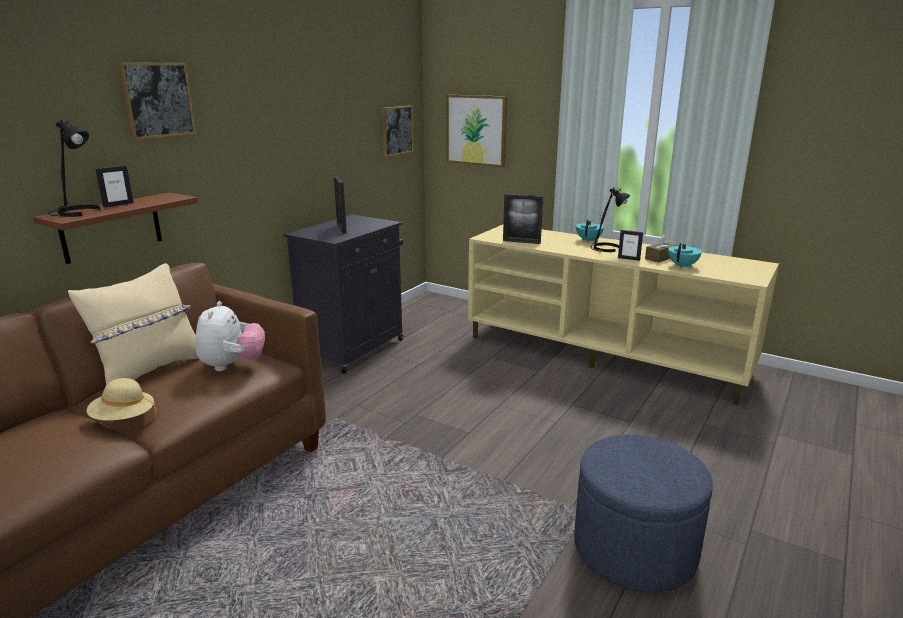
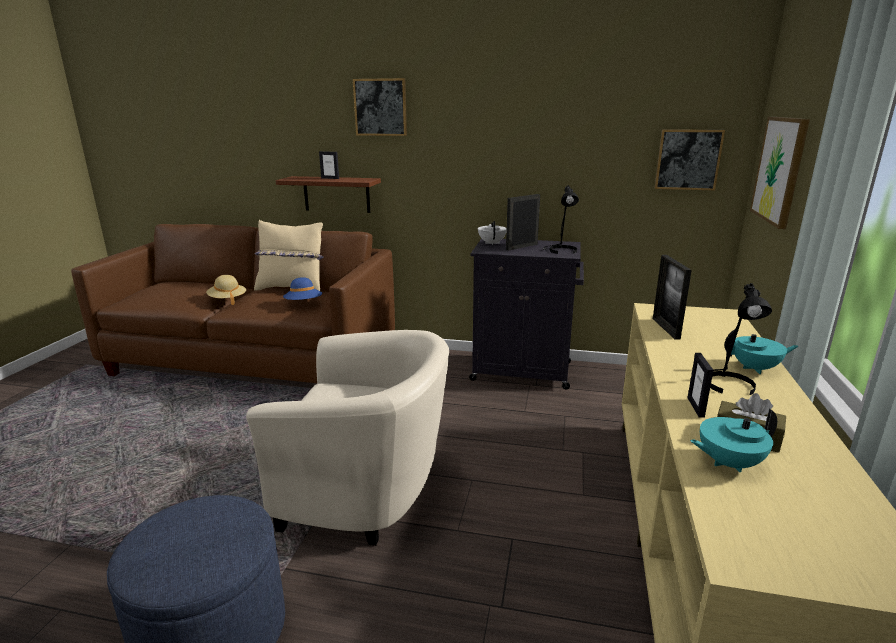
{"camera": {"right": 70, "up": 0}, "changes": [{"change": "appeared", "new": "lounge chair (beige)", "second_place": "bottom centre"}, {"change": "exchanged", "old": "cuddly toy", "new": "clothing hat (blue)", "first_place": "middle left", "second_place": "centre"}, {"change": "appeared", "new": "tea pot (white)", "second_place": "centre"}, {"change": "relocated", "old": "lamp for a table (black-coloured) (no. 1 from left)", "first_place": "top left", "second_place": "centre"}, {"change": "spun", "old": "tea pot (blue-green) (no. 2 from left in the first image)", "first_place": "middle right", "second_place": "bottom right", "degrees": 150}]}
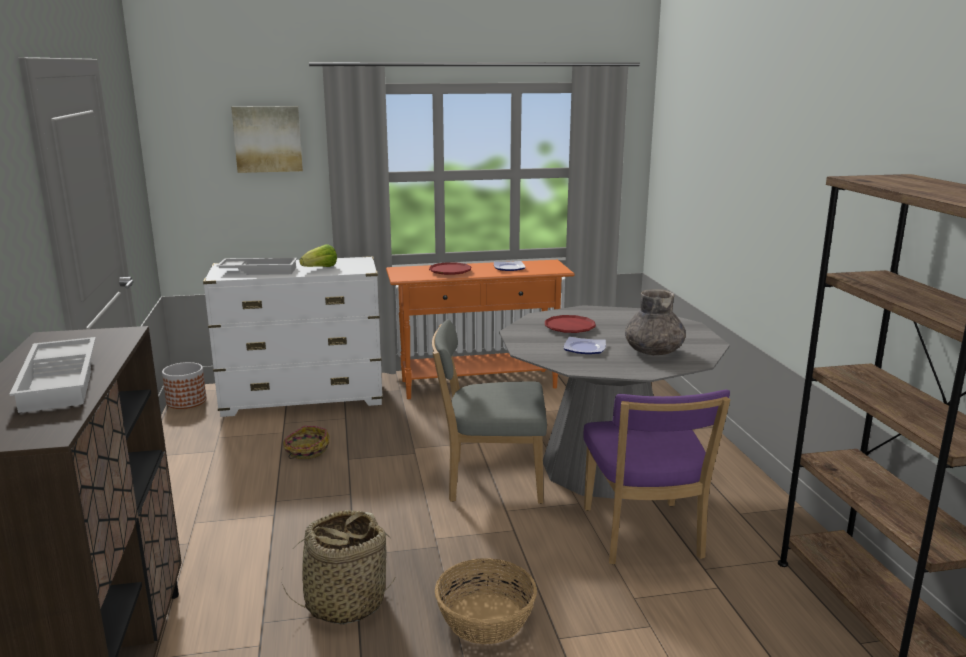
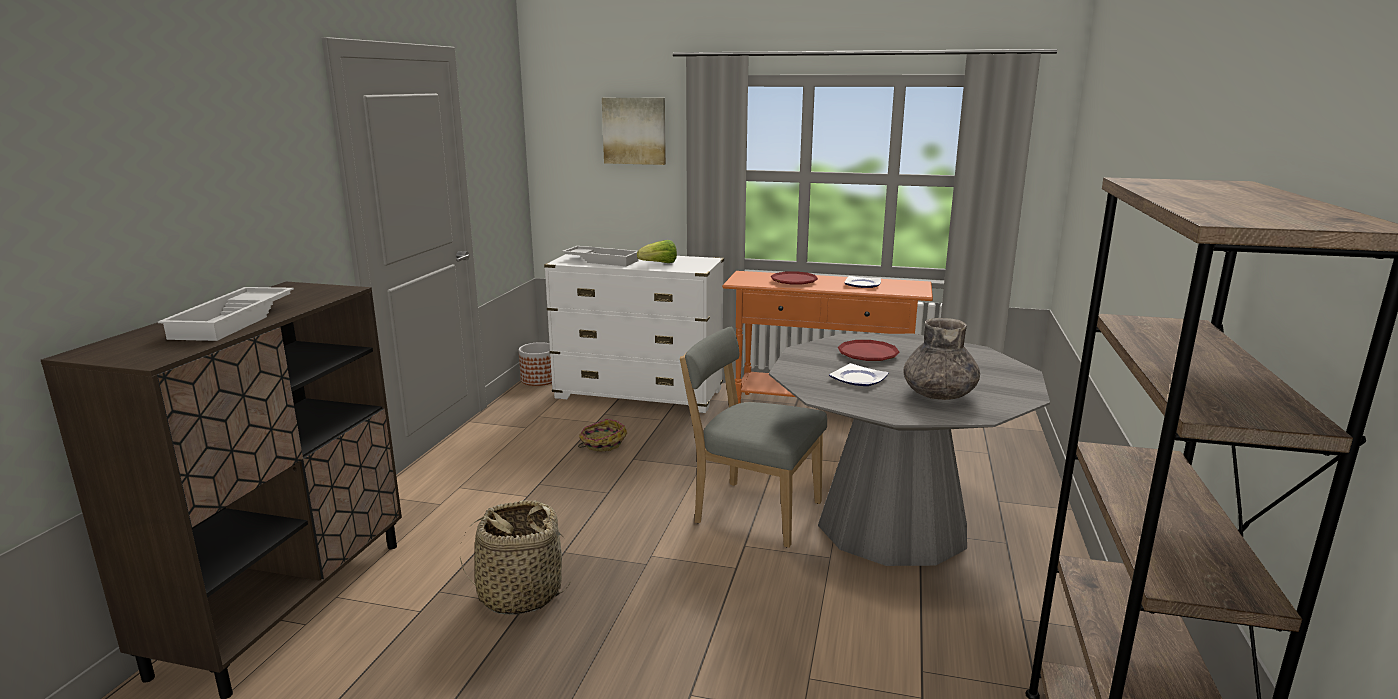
{"camera": {"right": 25, "up": 0}, "changes": [{"change": "missing", "old": "basket (no. 3 from left)", "first_place": "bottom centre"}, {"change": "missing", "old": "upright chair (purplish)", "first_place": "bottom right"}]}
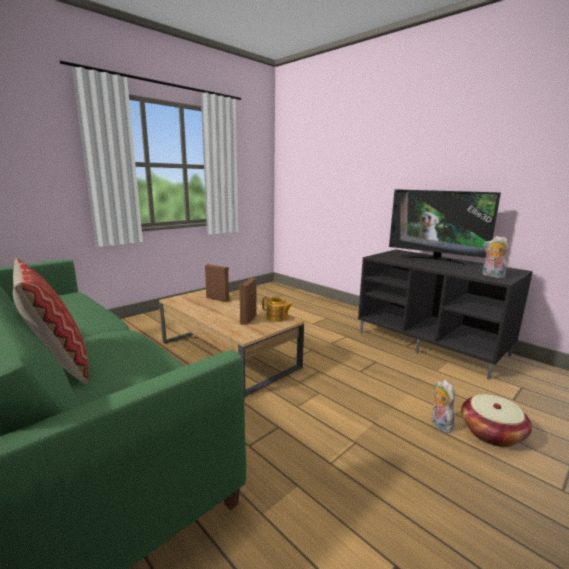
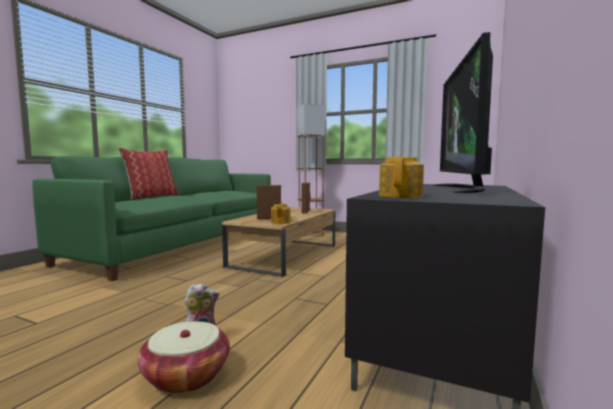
{"camera": {"right": 70, "up": -10}, "changes": [{"change": "appeared", "new": "standing lamp (brown-coloured)", "second_place": "centre"}, {"change": "exchanged", "old": "cuddly toy (no. 2 from left)", "new": "tea pot (no. 2 from left)", "first_place": "middle right", "second_place": "centre"}]}
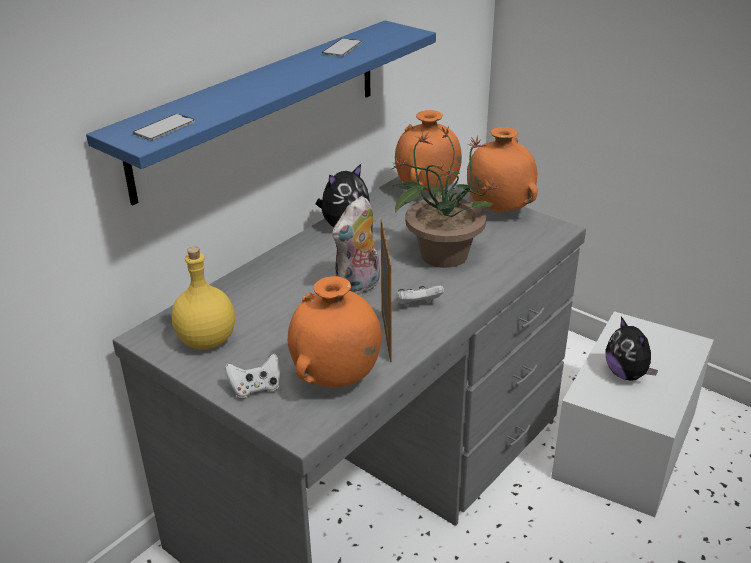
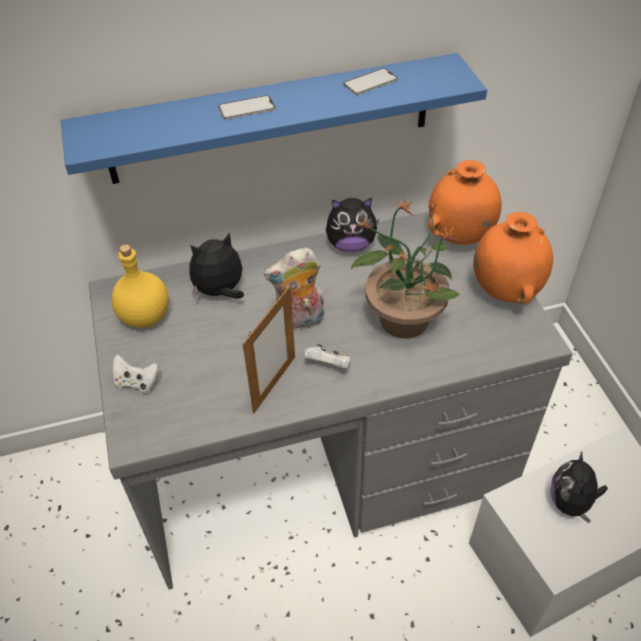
{"camera": {"right": 35, "up": 15}, "changes": [{"change": "appeared", "new": "cuddly toy (no. 1 from left)", "second_place": "centre"}, {"change": "relocated", "old": "handset (no. 1 from left)", "first_place": "top left", "second_place": "top centre"}, {"change": "missing", "old": "flower vase (orange-coloured) (no. 1 from left)", "first_place": "centre"}]}
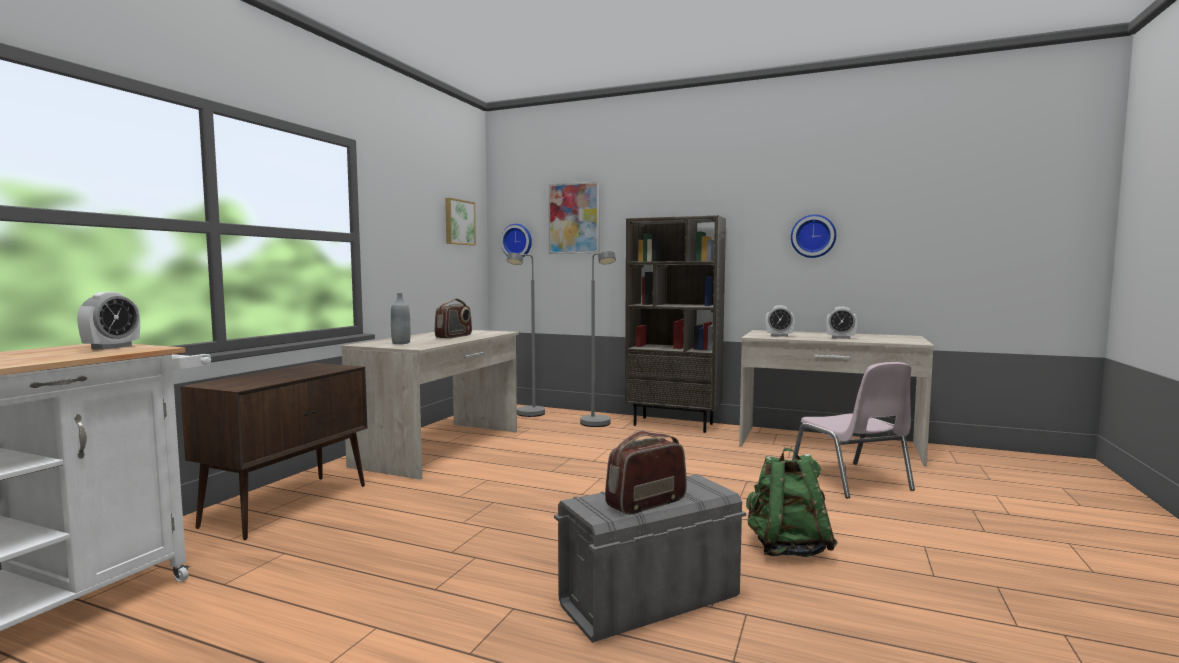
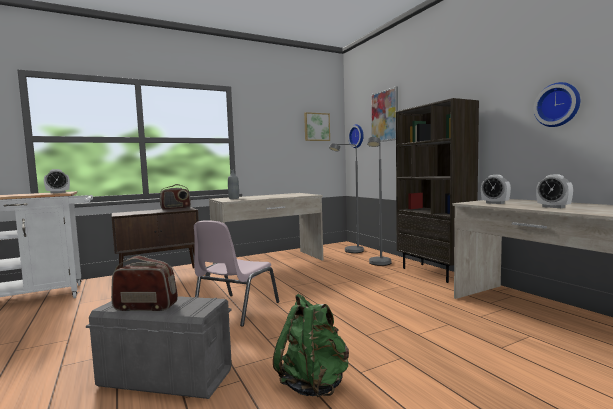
{"camera": {"right": 40, "up": 0}, "changes": [{"change": "relocated", "old": "radio (no. 1 from left in the first image)", "new": "radio (no. 2 from left)", "first_place": "centre", "second_place": "middle left"}, {"change": "relocated", "old": "upright chair (pink)", "first_place": "middle right", "second_place": "bottom centre"}]}
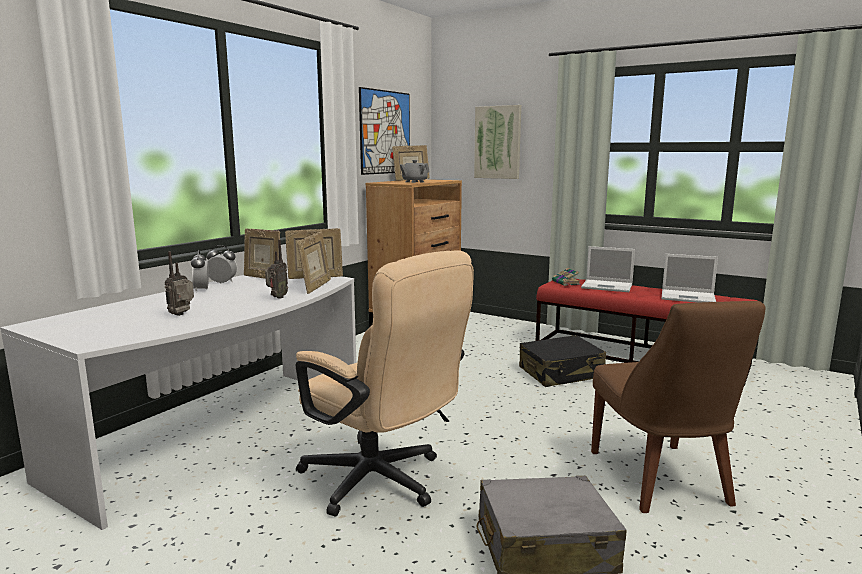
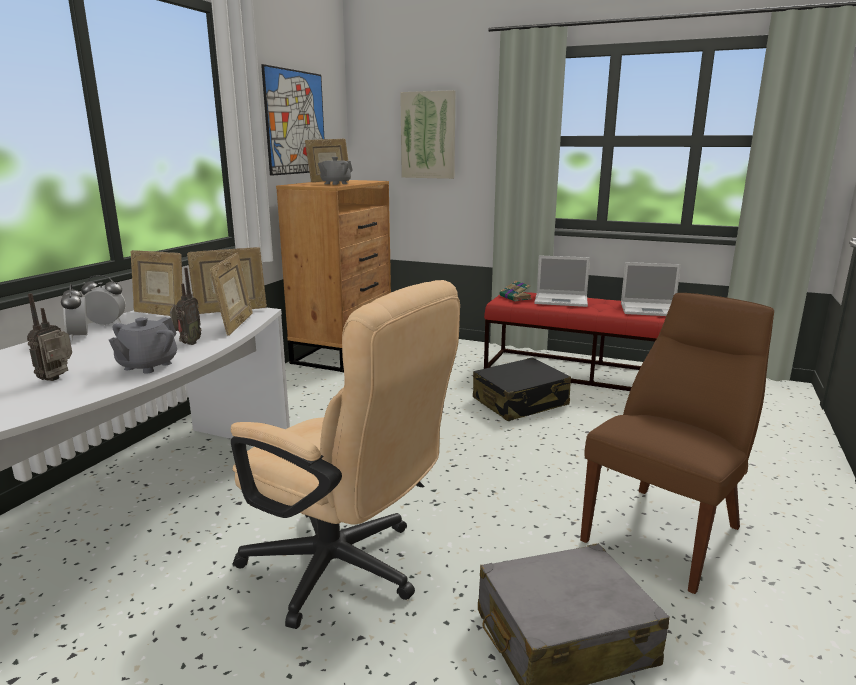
{"camera": {"right": -10, "up": 5}, "changes": [{"change": "appeared", "new": "tea pot (gray) (no. 1 from left)", "second_place": "middle left"}, {"change": "spun", "old": "upright chair (brown-coloured)", "first_place": "bottom right", "second_place": "middle right", "degrees": -120}]}
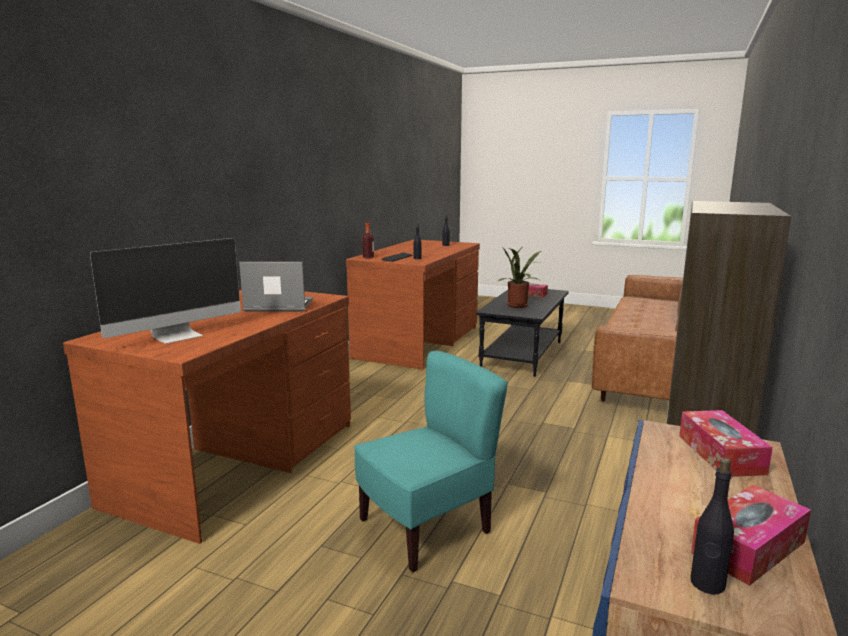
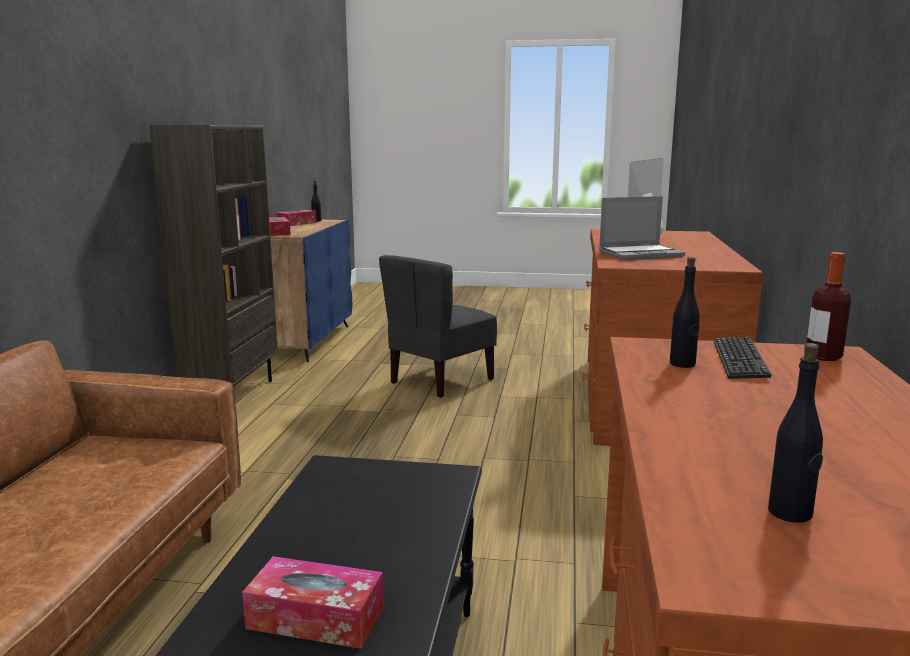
{"camera": {"right": 165, "up": 0}, "changes": [{"change": "colour", "old": "upright chair (blue-green)", "new": "upright chair (gray)", "first_place": "bottom centre", "second_place": "centre"}, {"change": "missing", "old": "plant in a pot", "first_place": "centre"}]}
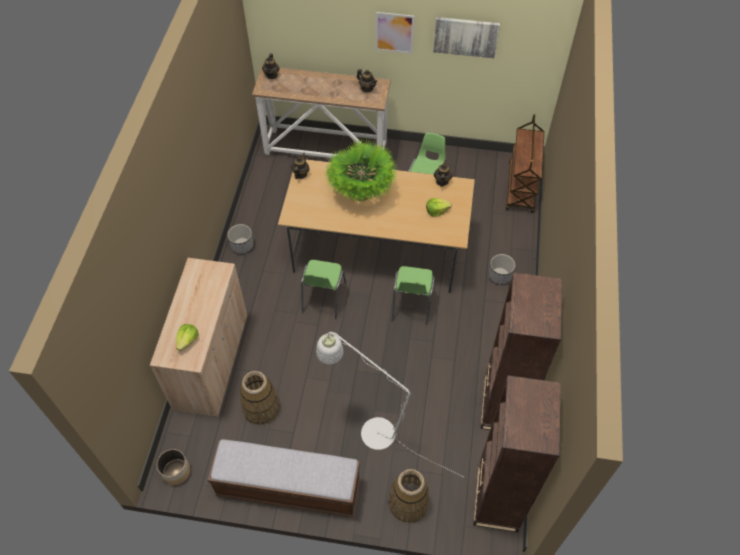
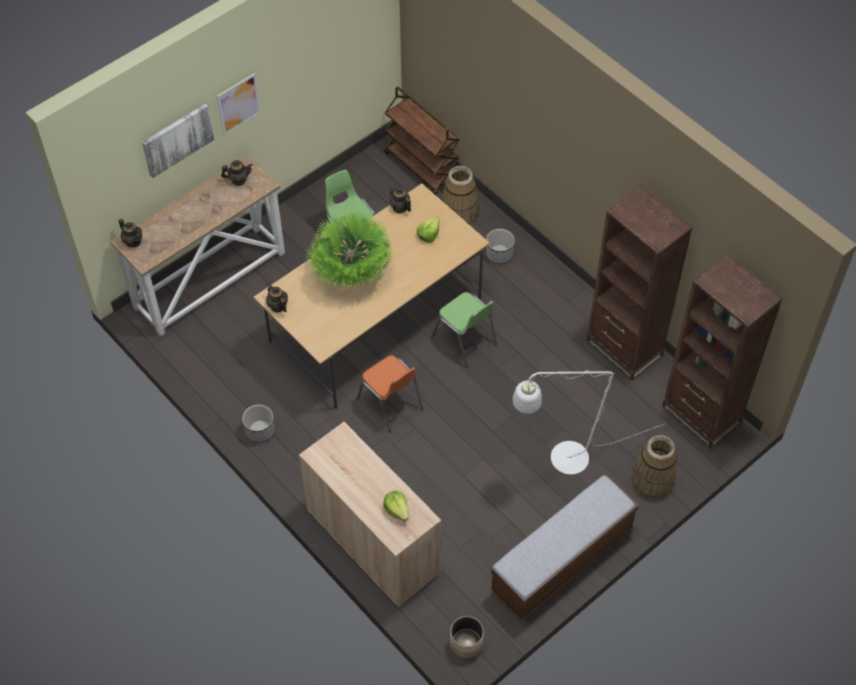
{"camera": {"right": -50, "up": 0}, "changes": [{"change": "relocated", "old": "wall art (no. 2 from left in the first image)", "new": "wall art (no. 1 from left)", "first_place": "top centre", "second_place": "top left"}, {"change": "colour", "old": "upright chair (green) (no. 1 from left)", "new": "upright chair (orange-coloured)", "first_place": "centre", "second_place": "centre"}, {"change": "relocated", "old": "basket (no. 1 from left)", "first_place": "bottom centre", "second_place": "top centre"}]}
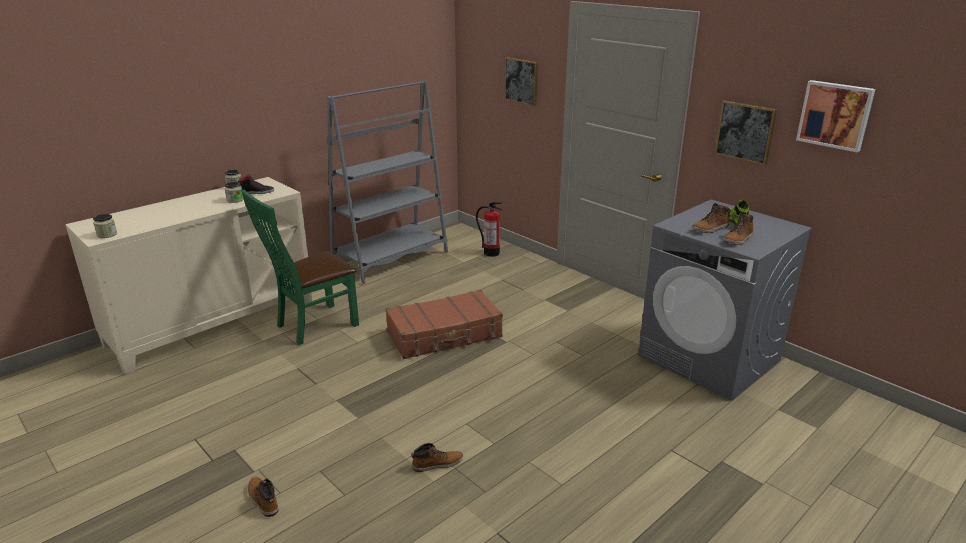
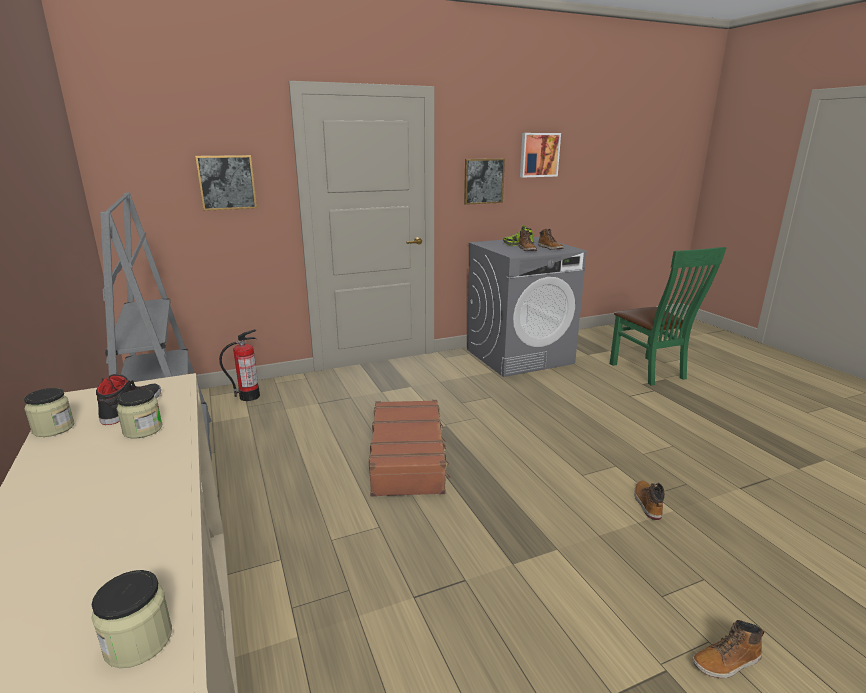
{"camera": {"right": -70, "up": -5}, "changes": [{"change": "relocated", "old": "upright chair (green)", "first_place": "middle left", "second_place": "middle right"}]}
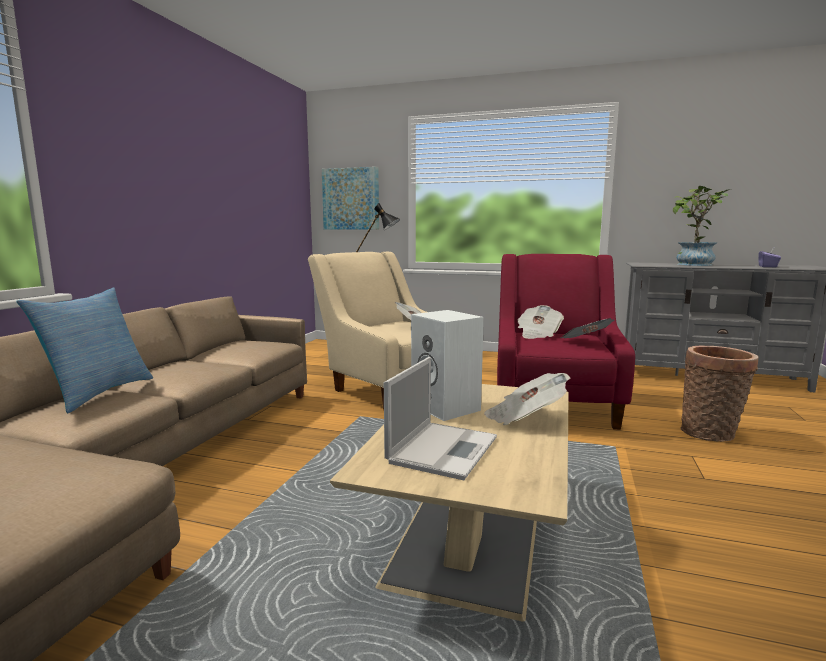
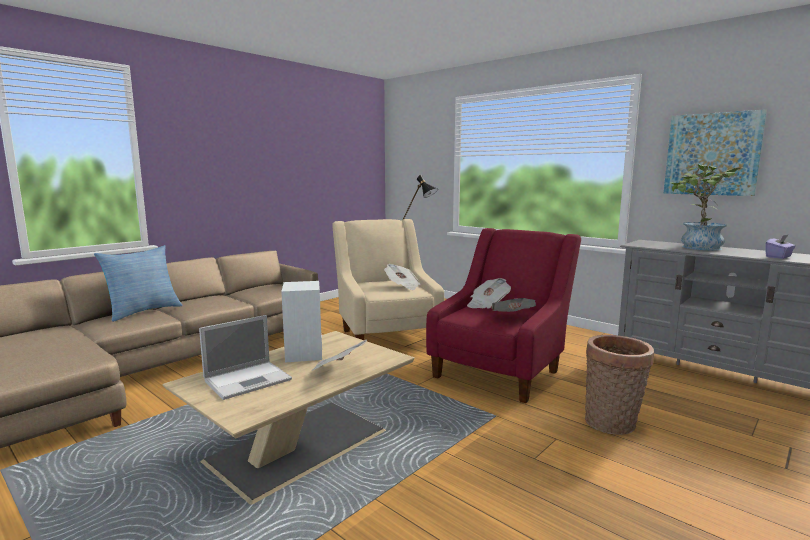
{"camera": {"right": 25, "up": 0}, "changes": [{"change": "relocated", "old": "wall art", "first_place": "top centre", "second_place": "top right"}]}
